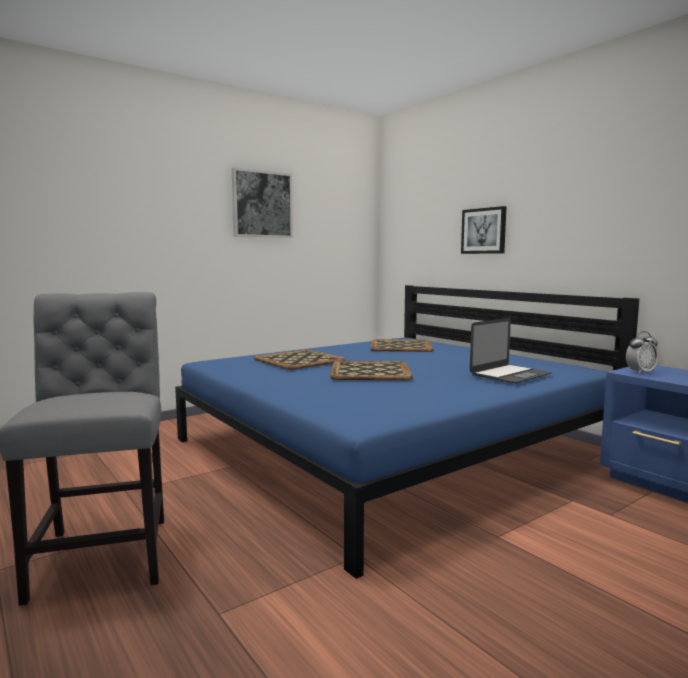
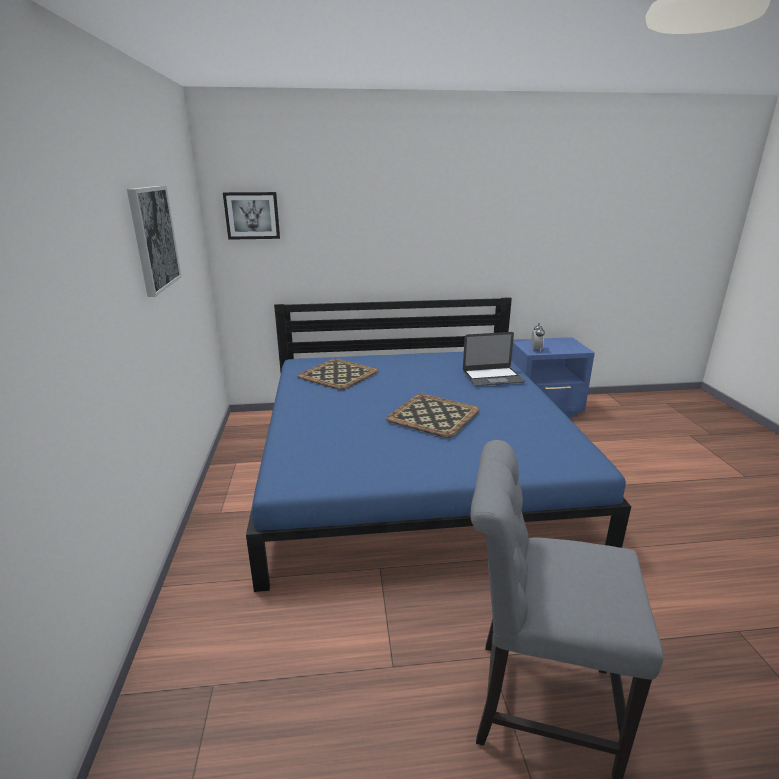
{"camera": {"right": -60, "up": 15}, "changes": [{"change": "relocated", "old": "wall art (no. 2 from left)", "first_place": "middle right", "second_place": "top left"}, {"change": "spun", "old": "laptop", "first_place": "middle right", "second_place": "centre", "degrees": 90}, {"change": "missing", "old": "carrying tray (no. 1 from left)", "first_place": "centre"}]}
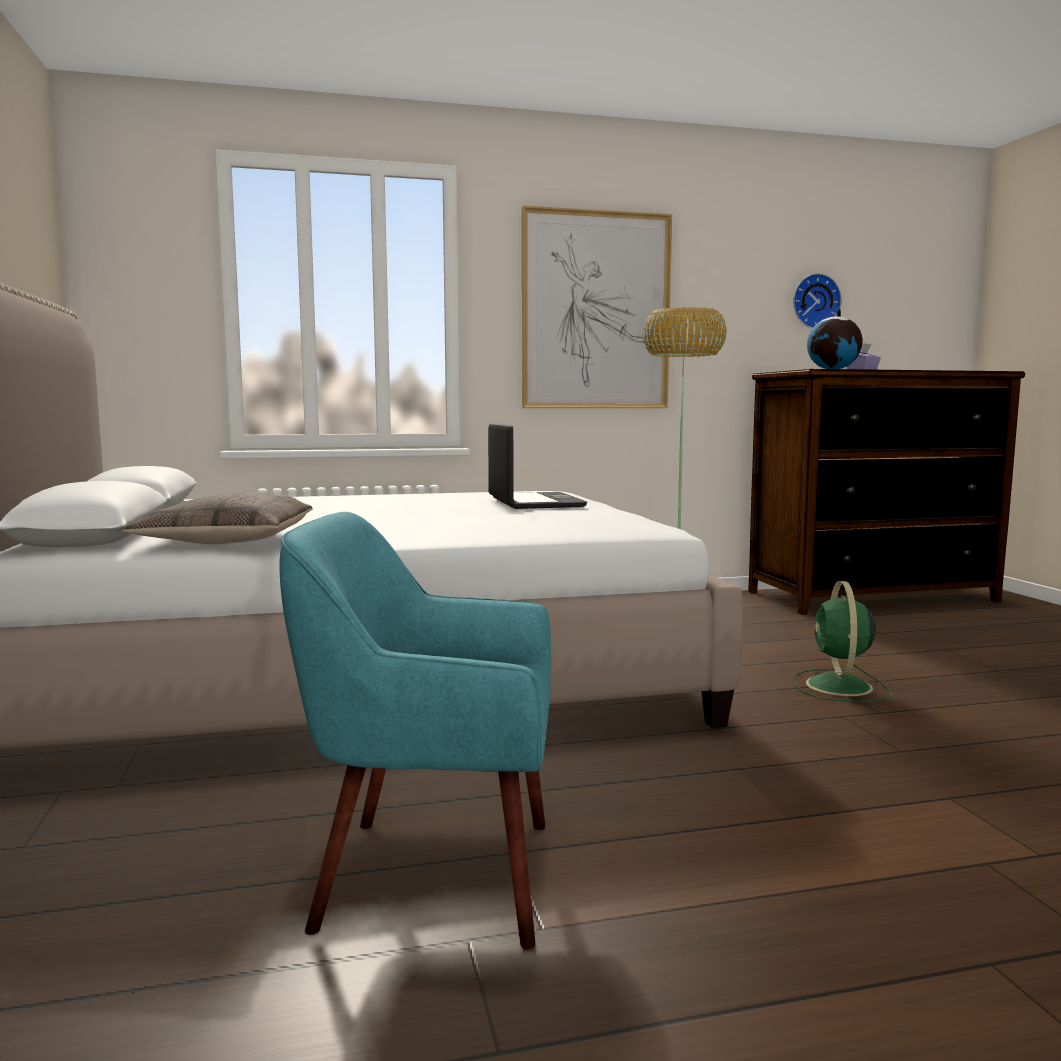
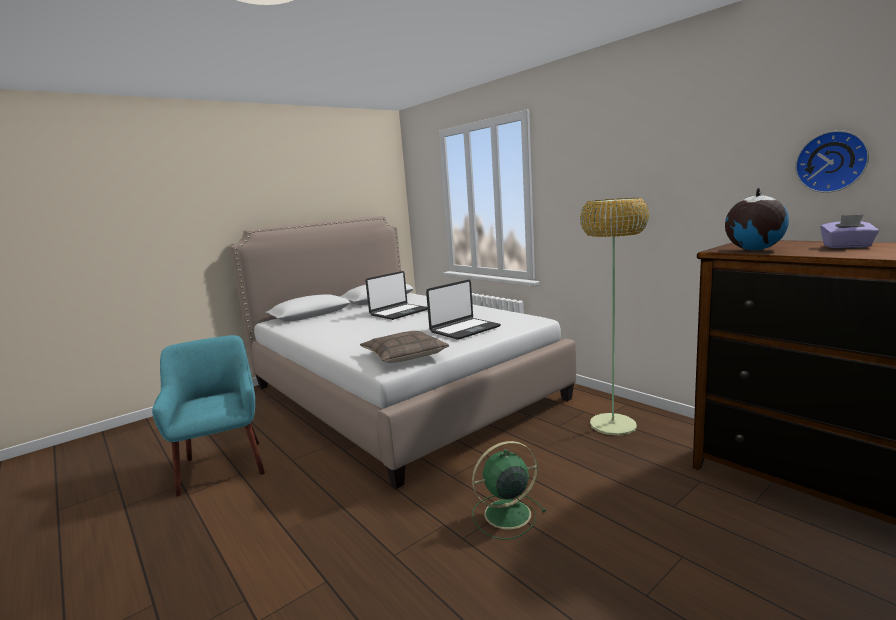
{"camera": {"right": 65, "up": 5}, "changes": [{"change": "relocated", "old": "throw pillow", "first_place": "middle left", "second_place": "centre"}, {"change": "appeared", "new": "laptop (no. 1 from left)", "second_place": "centre"}, {"change": "missing", "old": "wall art", "first_place": "top centre"}]}
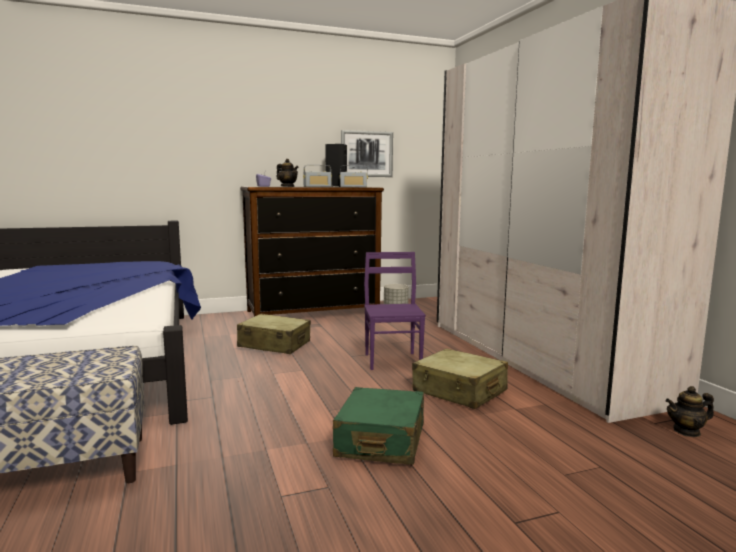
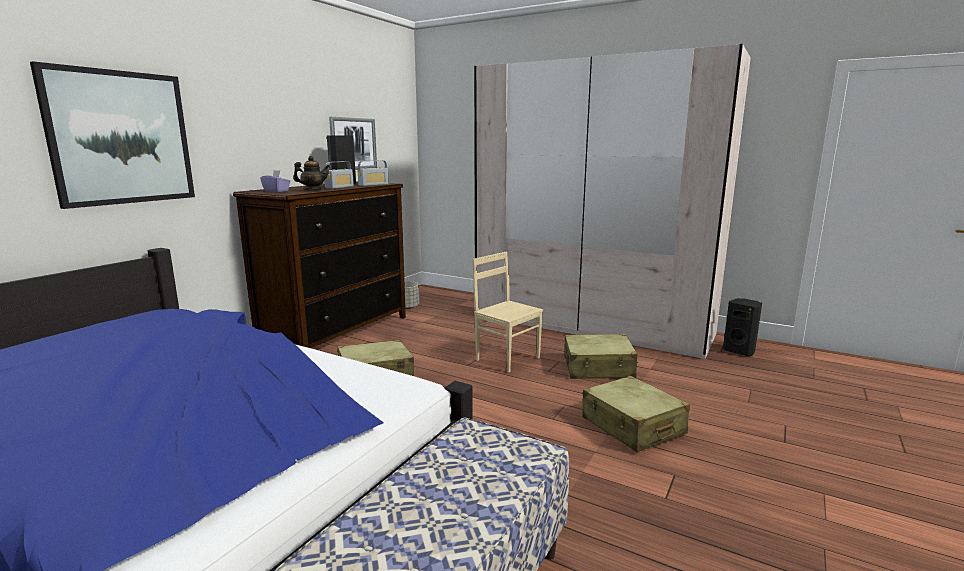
{"camera": {"right": -40, "up": 5}, "changes": [{"change": "appeared", "new": "wall art (no. 1 from left)", "second_place": "top left"}, {"change": "colour", "old": "upright chair (purplish)", "new": "upright chair (beige)", "first_place": "centre", "second_place": "centre"}, {"change": "colour", "old": "suitcase (green)", "new": "suitcase (beige) (no. 3 from left)", "first_place": "bottom centre", "second_place": "bottom centre"}, {"change": "exchanged", "old": "tea pot (no. 2 from left)", "new": "audio speaker (black-coloured) (no. 2 from left)", "first_place": "bottom right", "second_place": "middle right"}]}
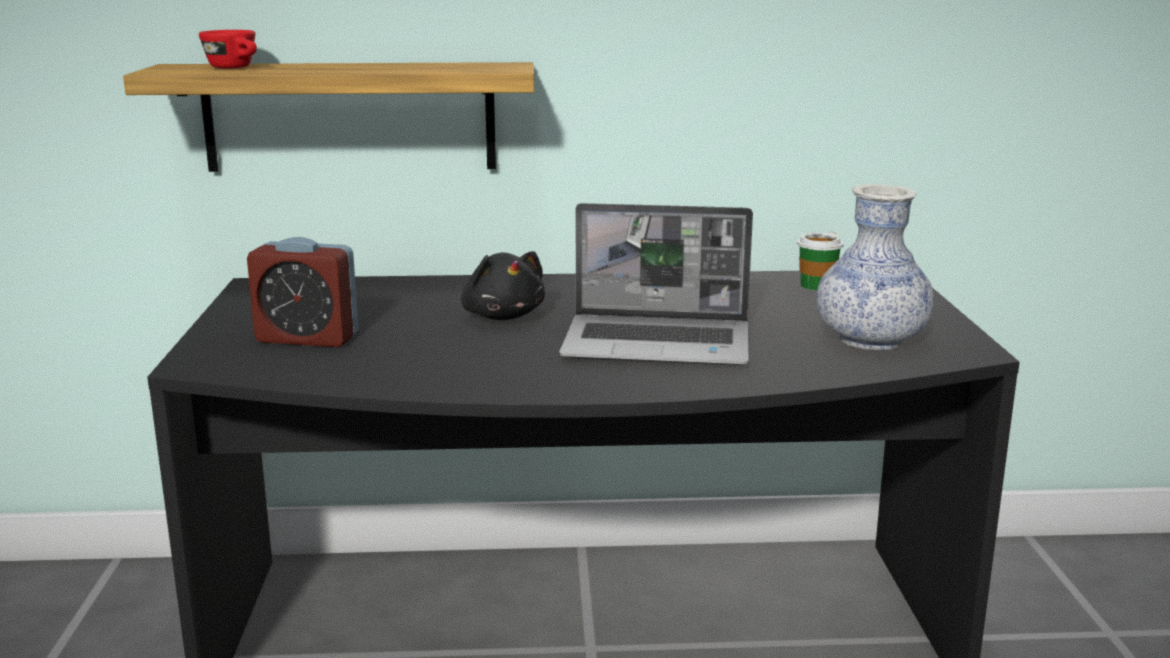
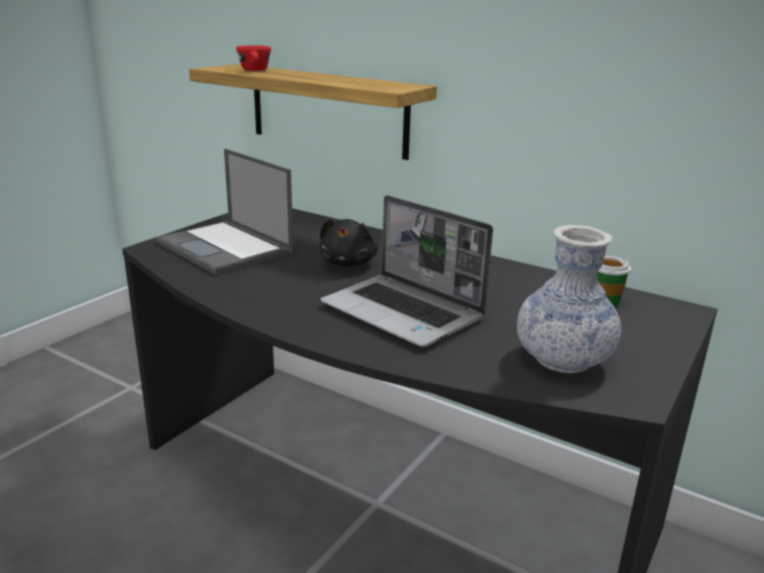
{"camera": {"right": 35, "up": 5}, "changes": [{"change": "exchanged", "old": "table clock", "new": "laptop (no. 1 from left)", "first_place": "middle left", "second_place": "middle left"}]}
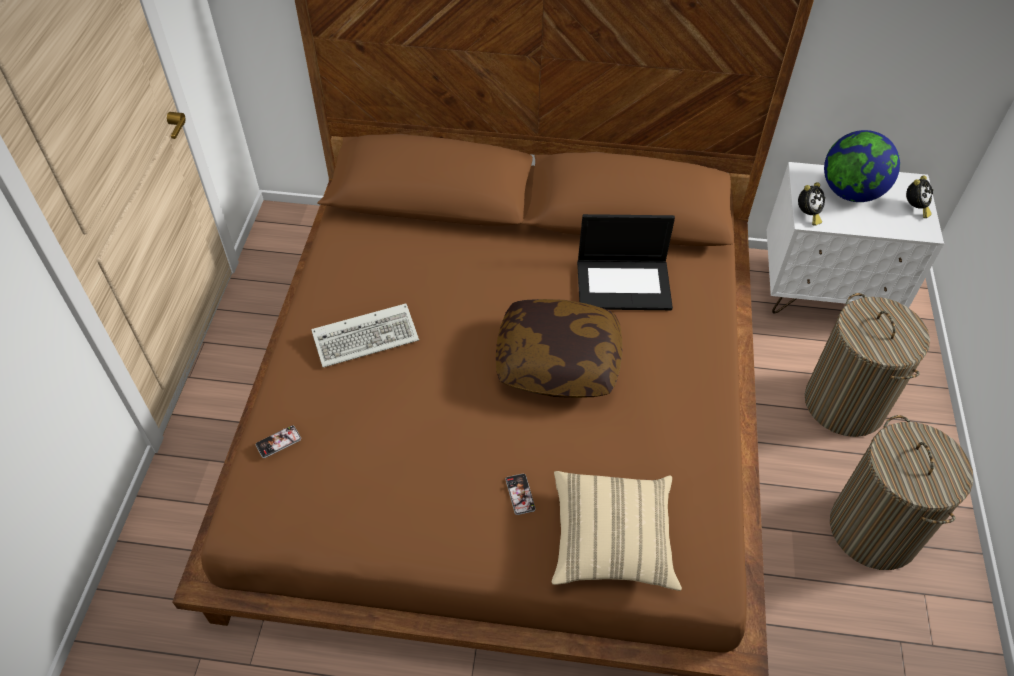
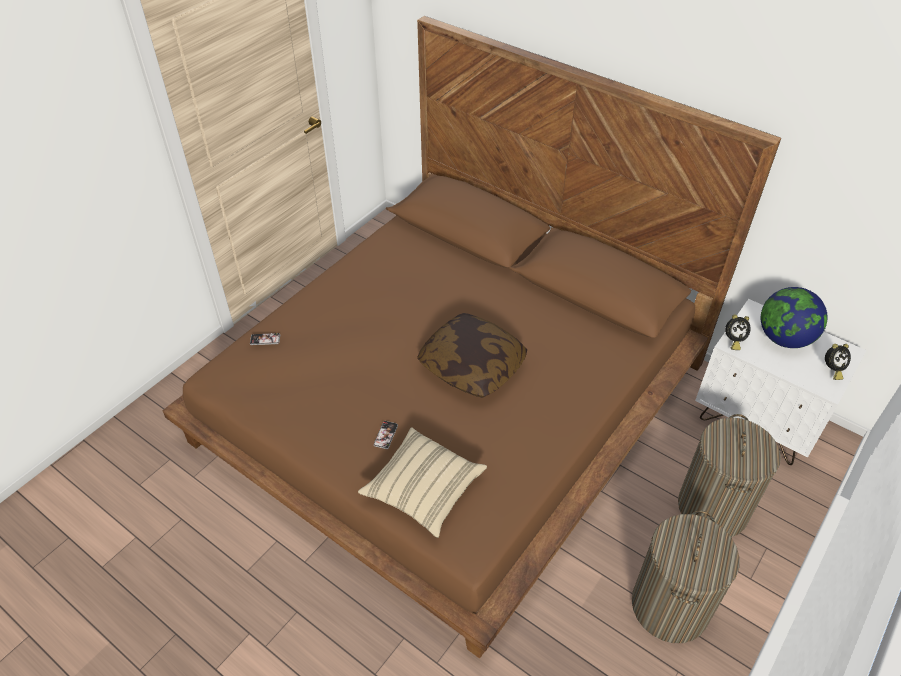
{"camera": {"right": 30, "up": -5}, "changes": [{"change": "missing", "old": "PC keyboard", "first_place": "centre"}, {"change": "missing", "old": "laptop", "first_place": "centre"}]}
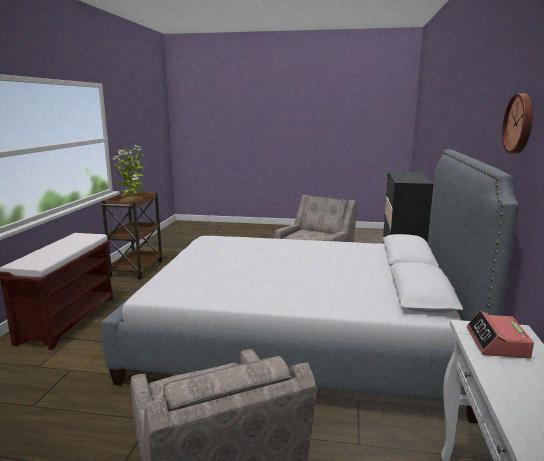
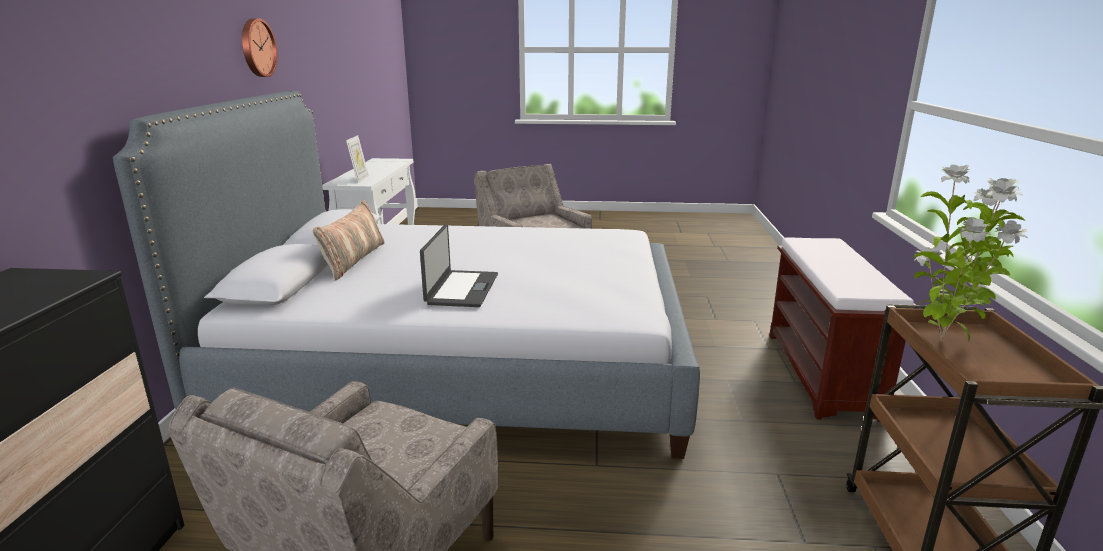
{"camera": {"right": 175, "up": 5}, "changes": [{"change": "appeared", "new": "throw pillow", "second_place": "middle left"}, {"change": "exchanged", "old": "table clock", "new": "picture frame", "first_place": "bottom right", "second_place": "top left"}, {"change": "appeared", "new": "laptop", "second_place": "centre"}]}
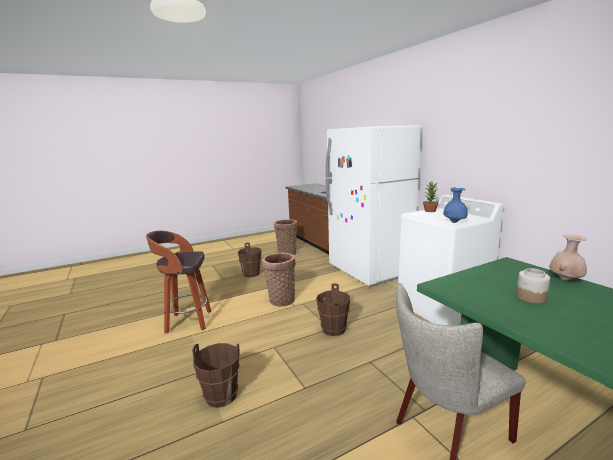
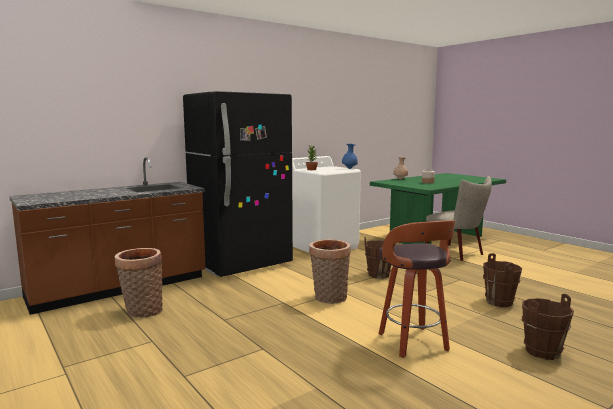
{"camera": {"right": -100, "up": -5}, "changes": [{"change": "colour", "old": "kitchen fridge (white)", "new": "kitchen fridge (black-coloured)", "first_place": "centre", "second_place": "centre"}, {"change": "relocated", "old": "water bucket (brown-coloured) (no. 2 from left in the first image)", "new": "water bucket (brown-coloured) (no. 3 from left)", "first_place": "centre", "second_place": "bottom right"}]}
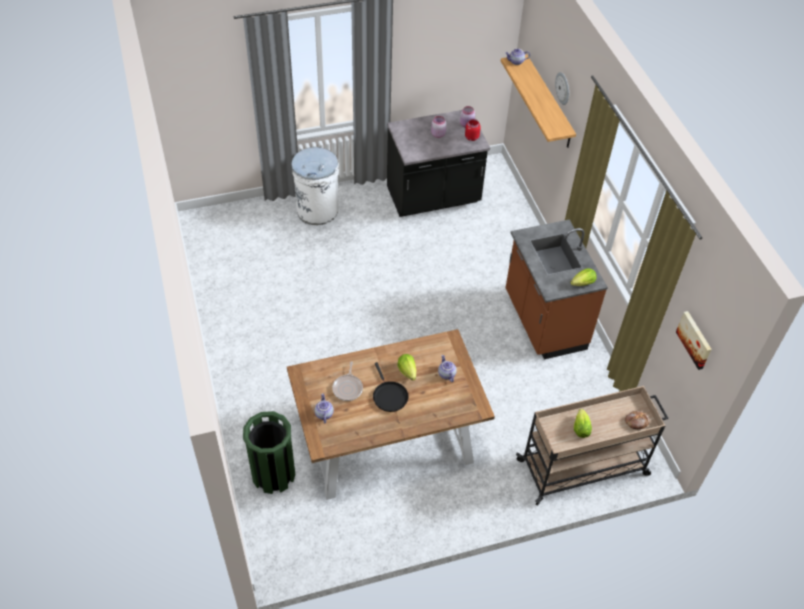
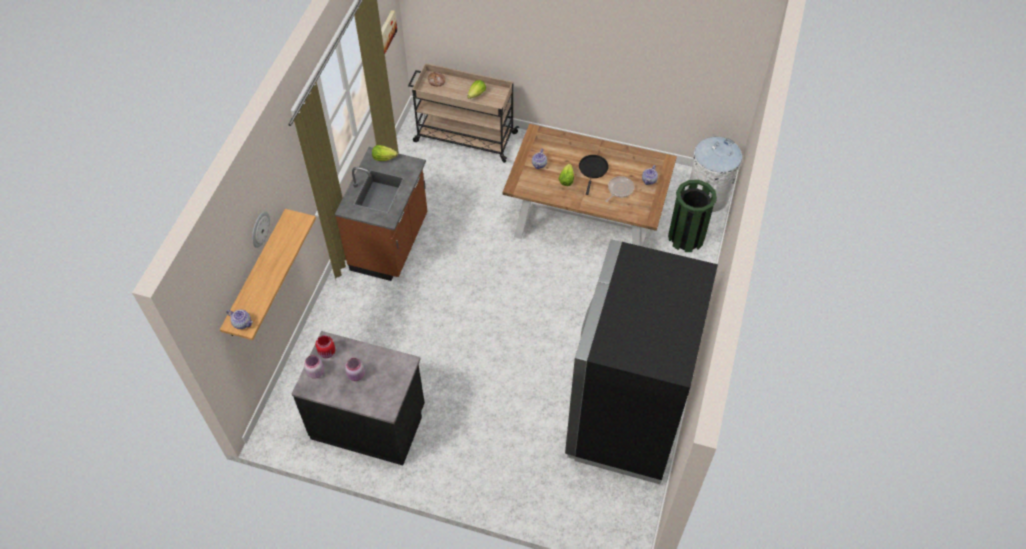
{"camera": {"right": -145, "up": 5}, "changes": [{"change": "appeared", "new": "kitchen fridge (black-coloured)", "second_place": "centre"}, {"change": "relocated", "old": "trash can (white)", "first_place": "top centre", "second_place": "top right"}]}
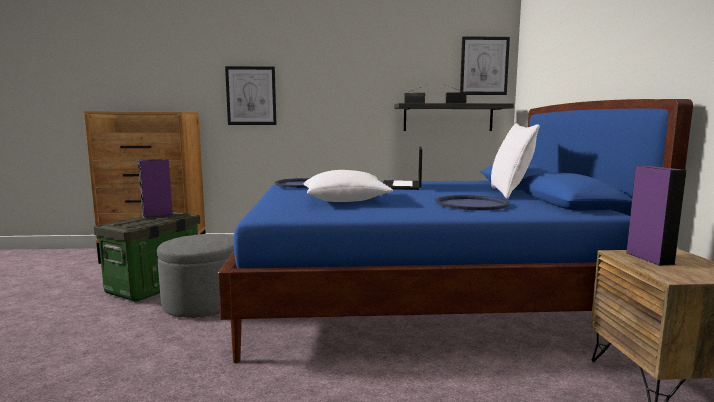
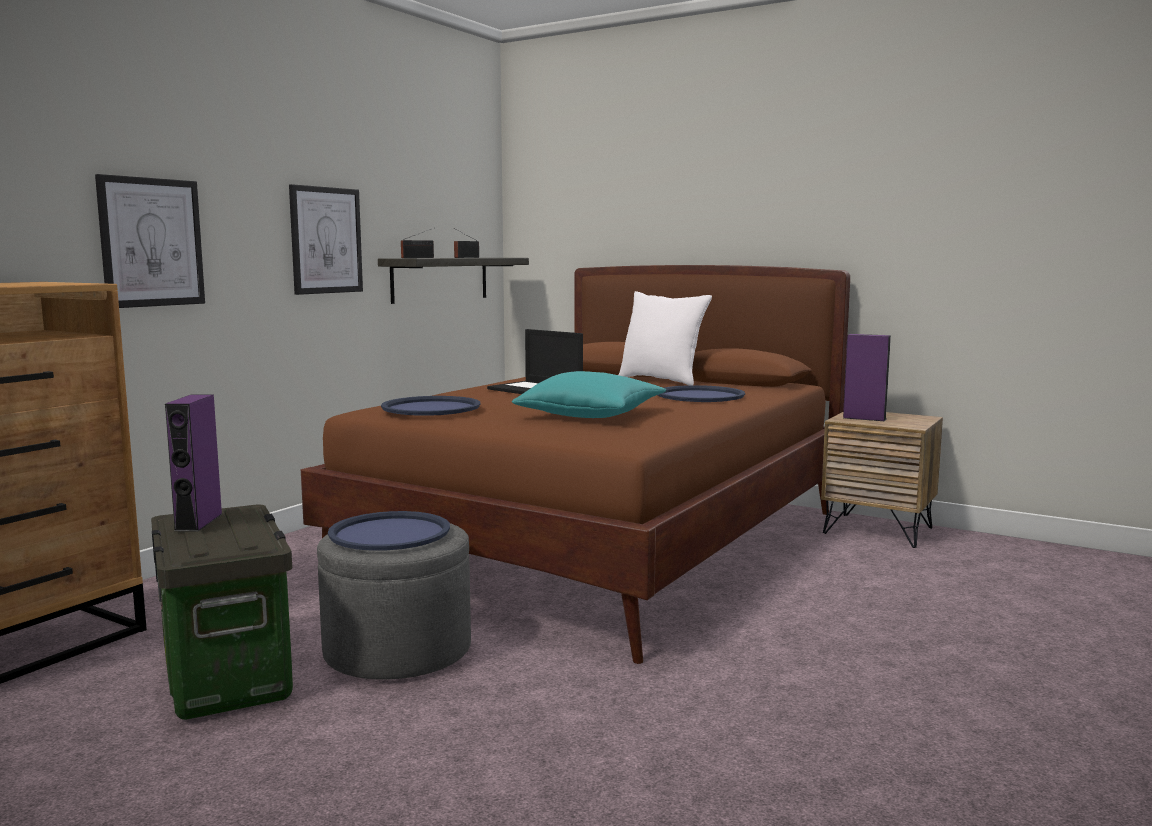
{"camera": {"right": -55, "up": 0}, "changes": [{"change": "relocated", "old": "wall art (no. 2 from left)", "first_place": "top right", "second_place": "top left"}, {"change": "colour", "old": "bedroom bed (blue)", "new": "bedroom bed (brown-coloured)", "first_place": "centre", "second_place": "centre"}, {"change": "appeared", "new": "carrying tray (blue) (no. 1 from left)", "second_place": "centre"}, {"change": "colour", "old": "throw pillow (white) (no. 1 from left)", "new": "throw pillow (blue-green)", "first_place": "centre", "second_place": "centre"}]}
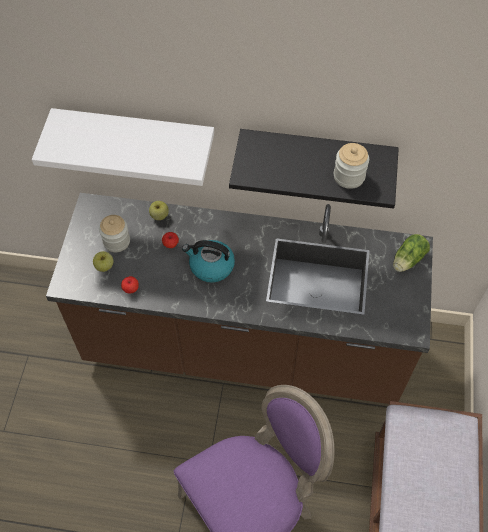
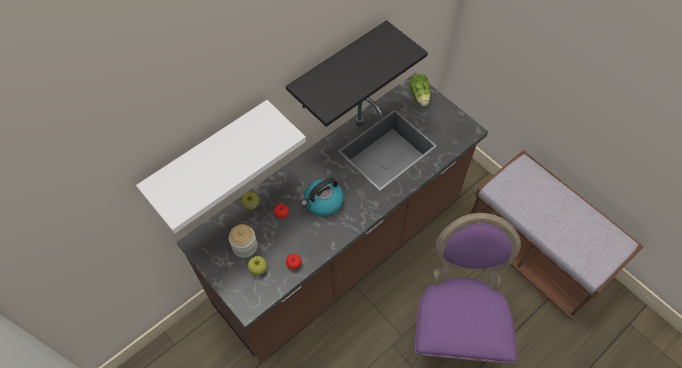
{"camera": {"right": -50, "up": 0}, "changes": [{"change": "missing", "old": "jar (no. 2 from left)", "first_place": "top right"}]}
